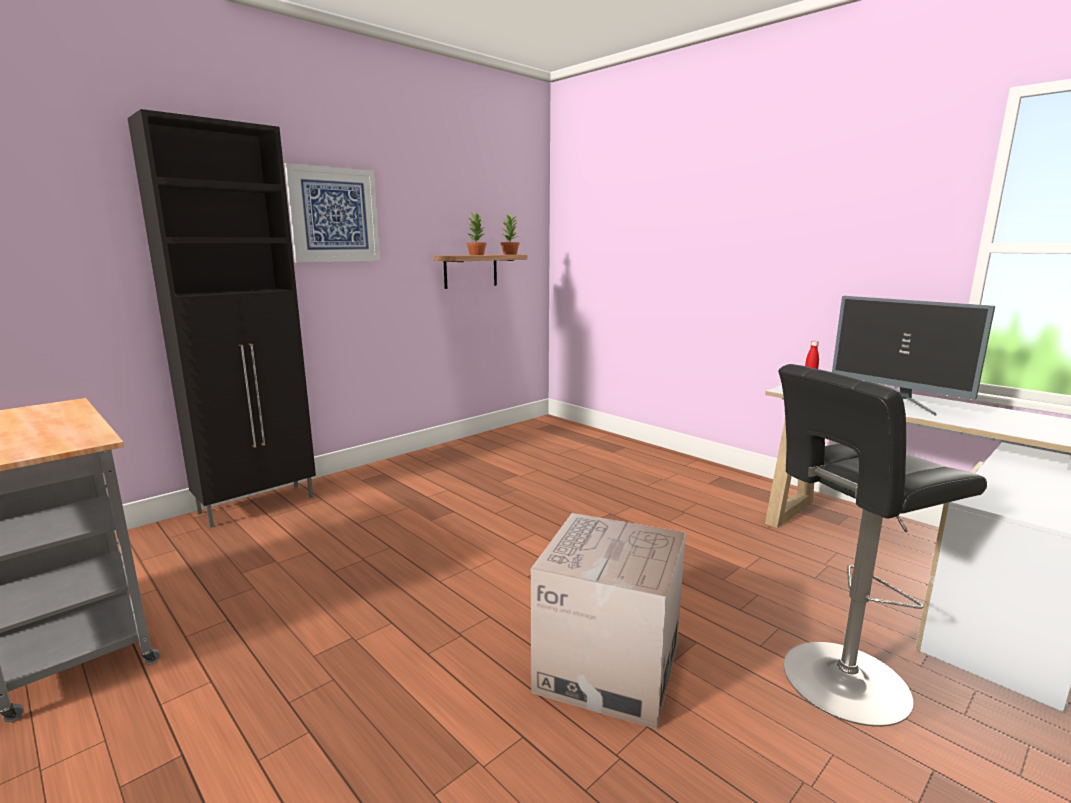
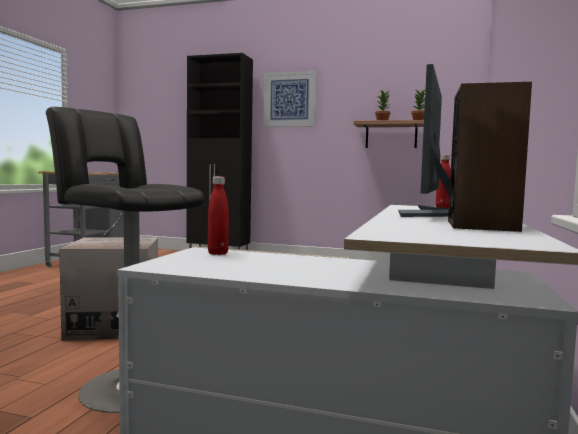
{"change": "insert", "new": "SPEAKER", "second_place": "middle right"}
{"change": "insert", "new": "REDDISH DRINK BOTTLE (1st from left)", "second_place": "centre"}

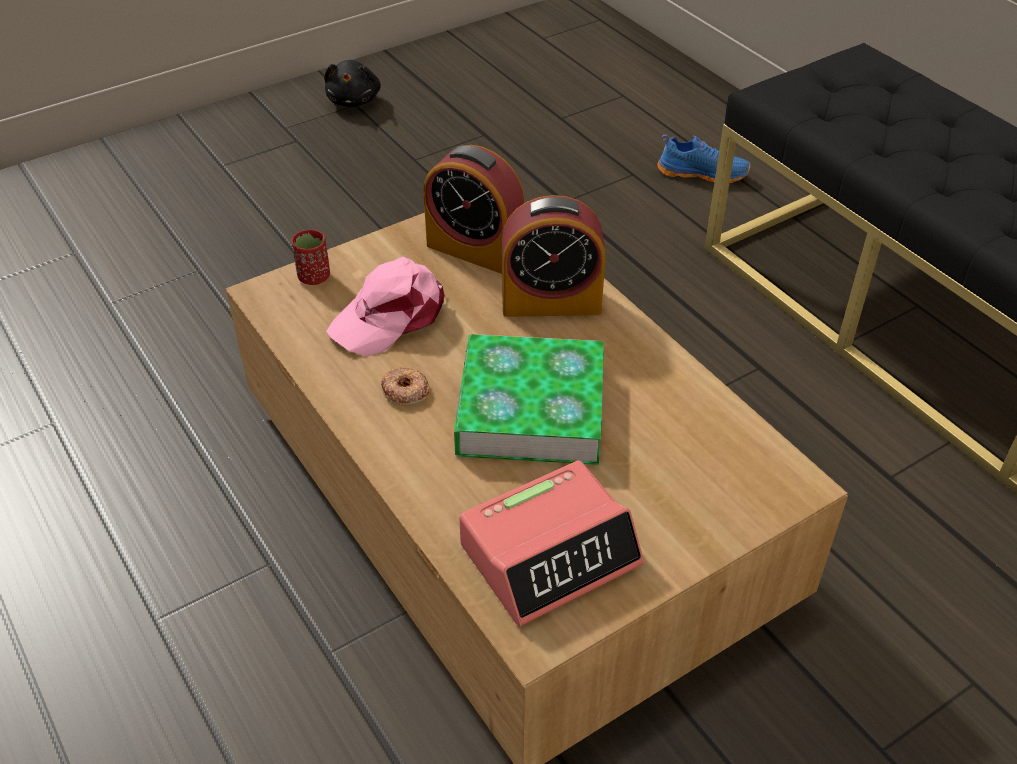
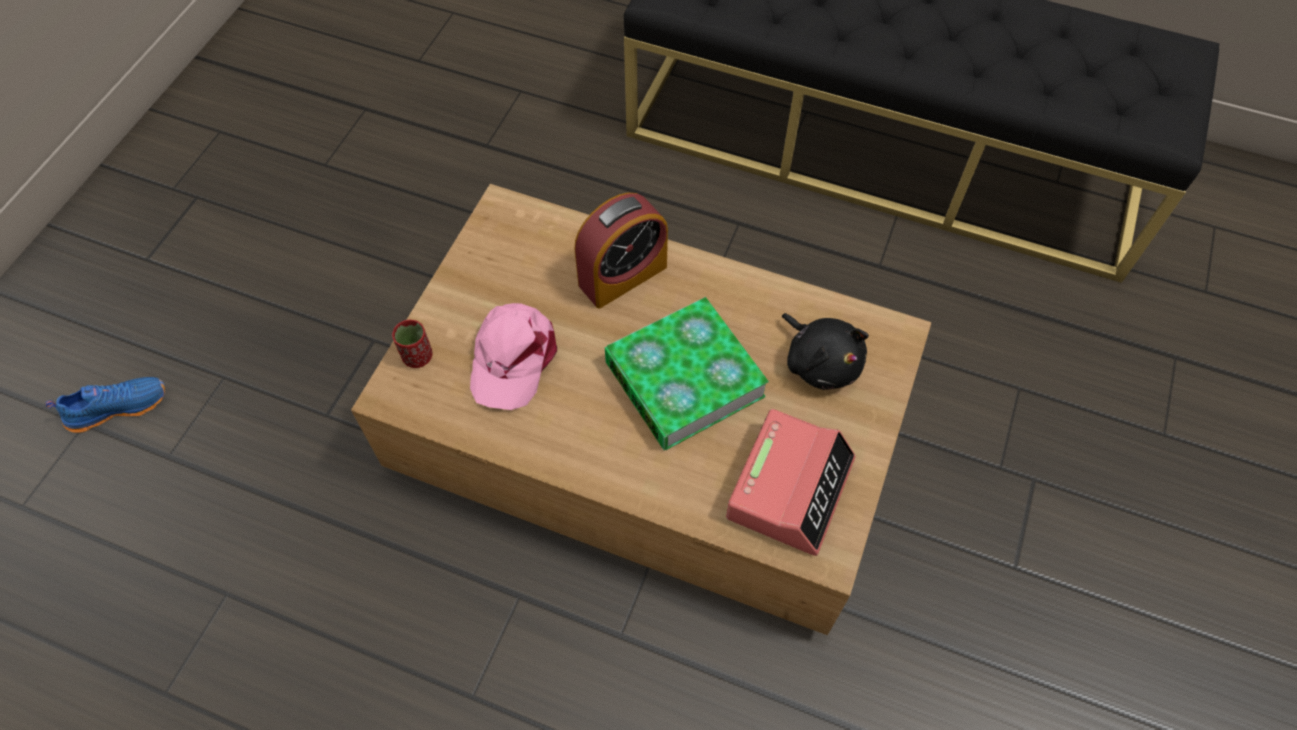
{"change": "move", "old": "BLACKISH PLUSH TOY", "first_place": "top centre", "second_place": "centre"}
{"change": "move", "old": "BLUE-COLOURED LOW SHOE", "first_place": "top right", "second_place": "middle left"}
{"change": "delete", "old": "BEDSIDE CLOCK (1st from left)", "first_place": "top centre"}
{"change": "delete", "old": "DONUT", "first_place": "centre"}

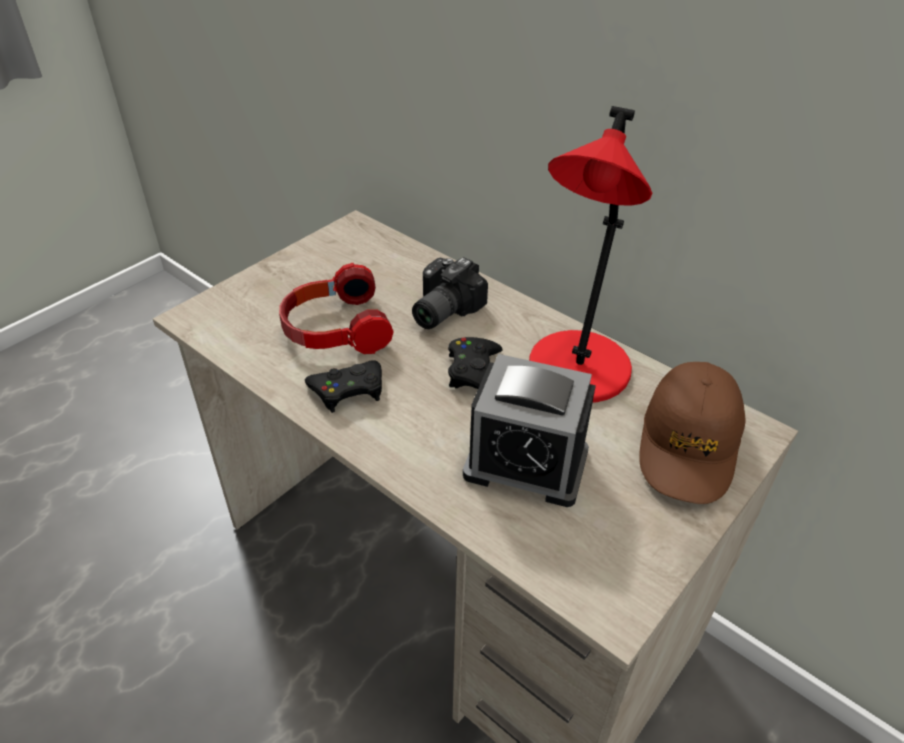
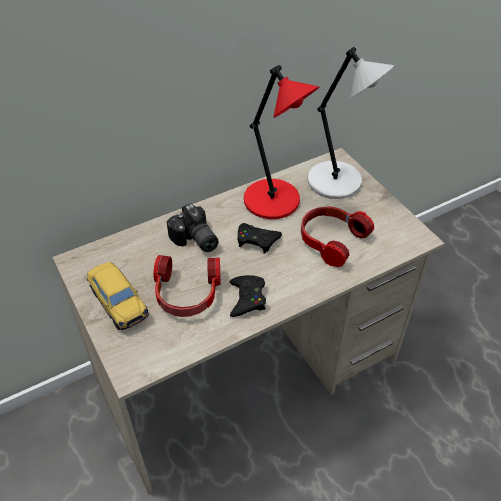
{"change": "replace", "old": "BEDSIDE CLOCK", "new": "PAIR OF HEADPHONES (2nd from left)", "first_place": "centre", "second_place": "middle right"}
{"change": "replace", "old": "BROWNISH BASEBALL CAP", "new": "GREYISH LAMP FOR A TABLE", "first_place": "middle right", "second_place": "top right"}
{"change": "insert", "new": "MINIATURE CAR", "second_place": "middle left"}

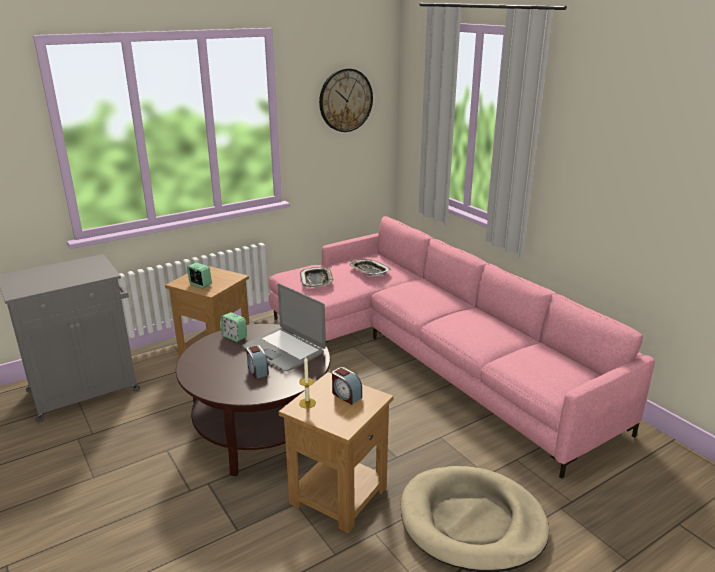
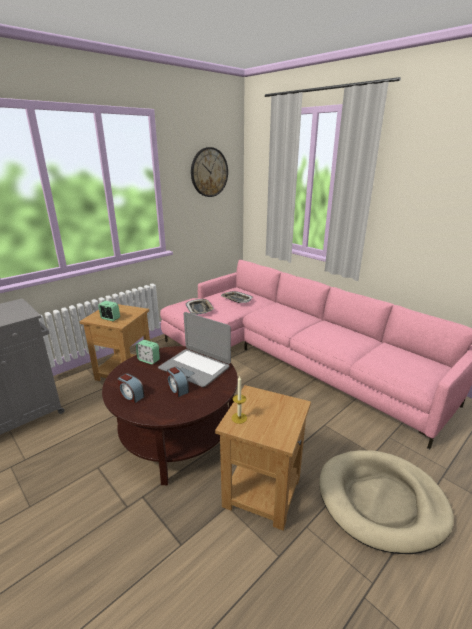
{"change": "move", "old": "BEDSIDE CLOCK (4th from left in the first image)", "new": "BEDSIDE CLOCK (2nd from left)", "first_place": "bottom centre", "second_place": "middle left"}

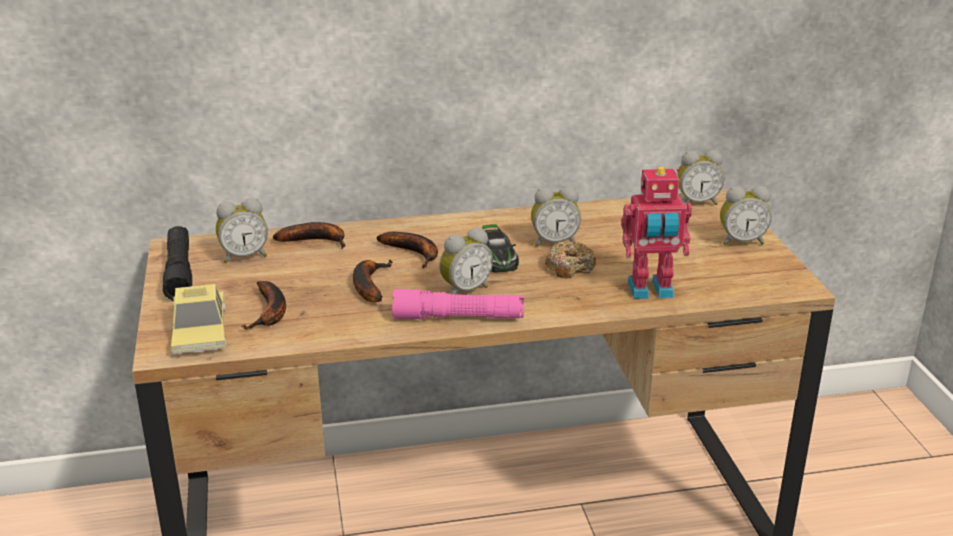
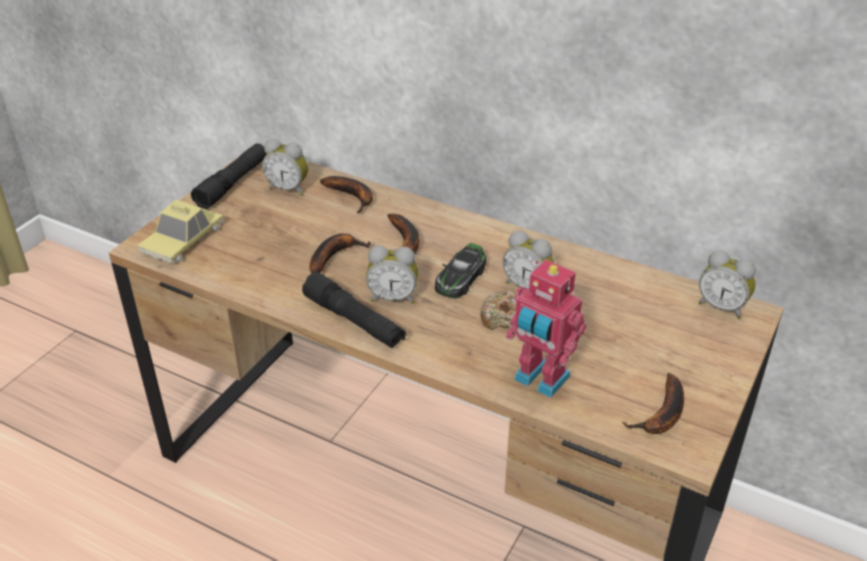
{"change": "delete", "old": "BEDSIDE CLOCK (5th from left)", "first_place": "middle right"}
{"change": "move", "old": "BANANA (1st from left in the first image)", "new": "BANANA (4th from left)", "first_place": "middle left", "second_place": "bottom right"}
{"change": "recolor", "old": "PINK TORCH", "new": "BLACKISH TORCH (2nd from left)", "first_place": "centre", "second_place": "centre"}

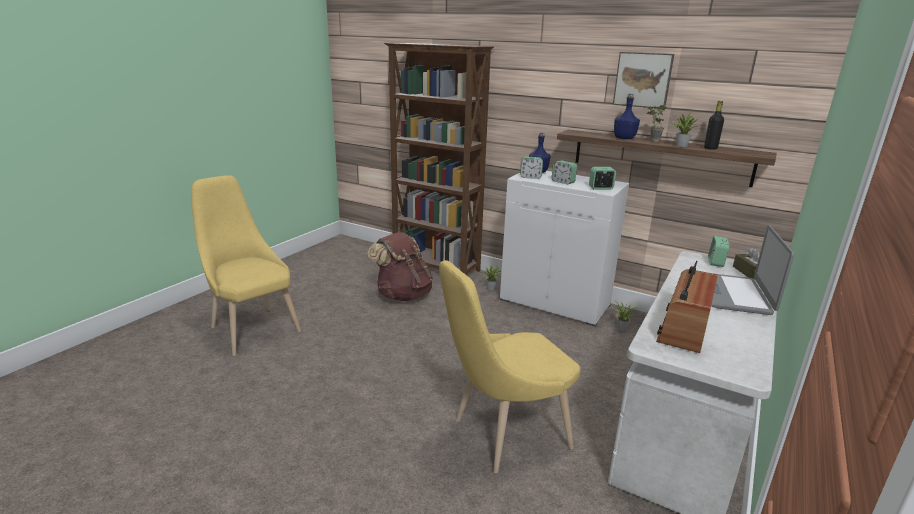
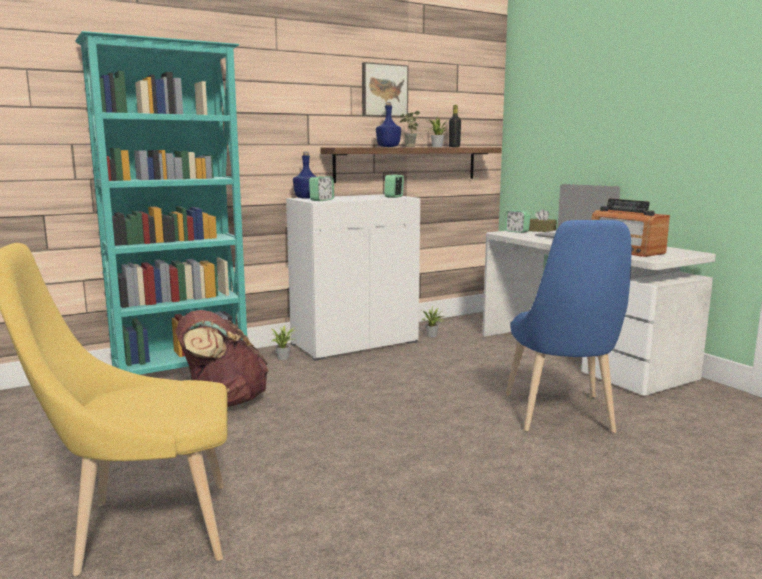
{"change": "recolor", "old": "BROWNISH BOOKSHELF", "new": "TURQUOISE-COLOURED BOOKSHELF", "first_place": "top centre", "second_place": "middle left"}
{"change": "delete", "old": "BEDSIDE CLOCK (2nd from left)", "first_place": "centre"}
{"change": "recolor", "old": "YELLOW UPRIGHT CHAIR (2nd from left)", "new": "BLUE-COLOURED UPRIGHT CHAIR", "first_place": "bottom centre", "second_place": "middle right"}

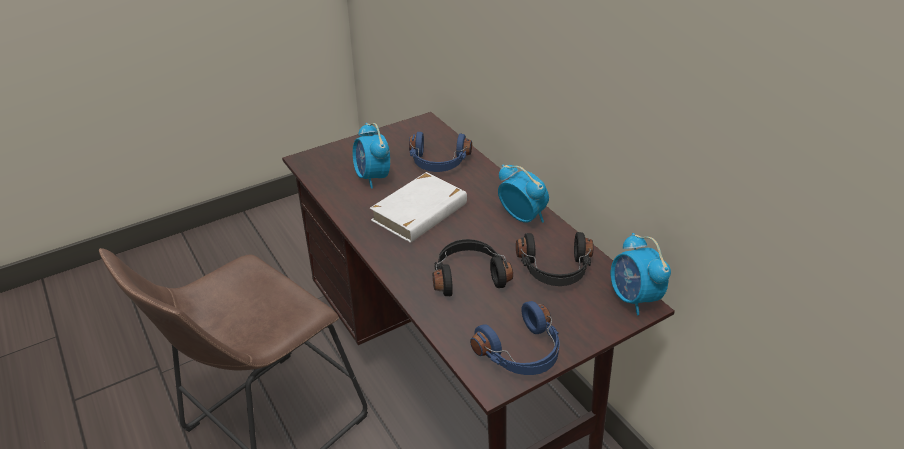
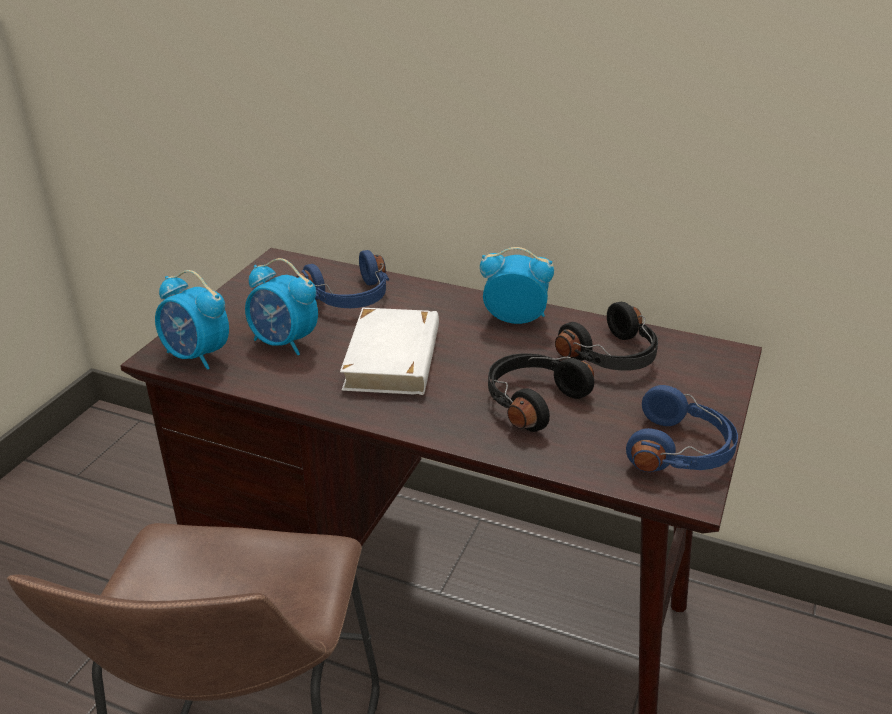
{"change": "move", "old": "BEDSIDE CLOCK (3rd from left in the first image)", "new": "BEDSIDE CLOCK (1st from left)", "first_place": "middle right", "second_place": "middle left"}

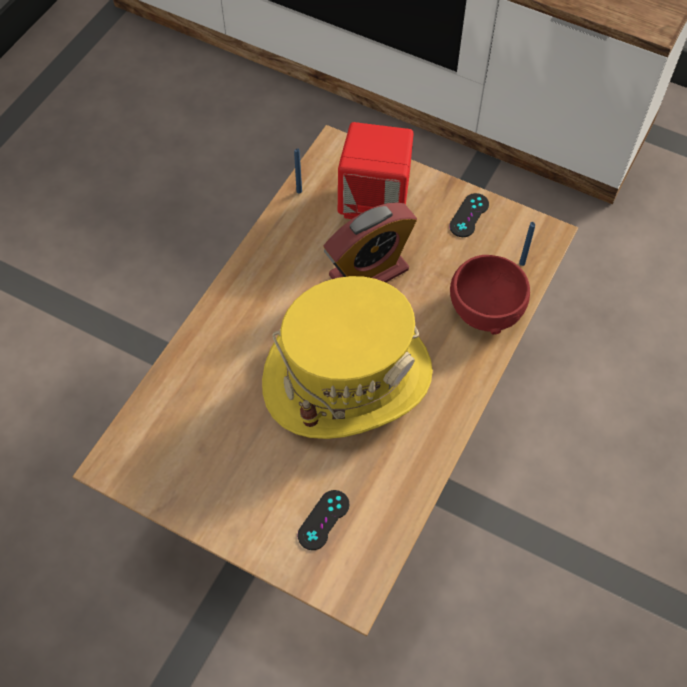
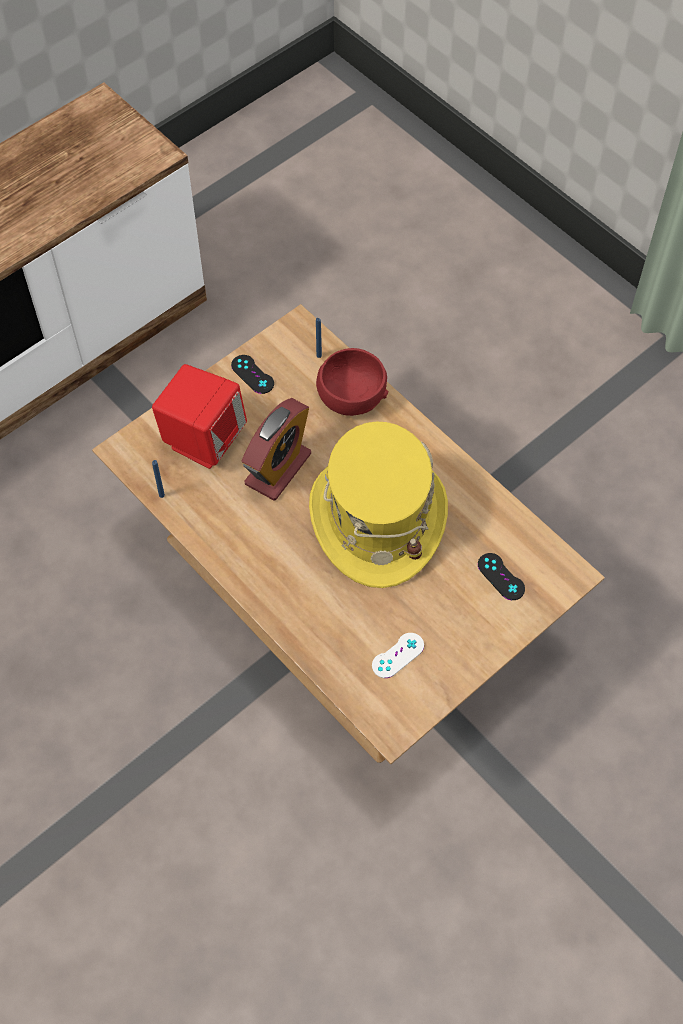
{"change": "rotate", "old": "BEDSIDE CLOCK", "first_place": "centre", "second_place": "centre", "degrees": 45}
{"change": "insert", "new": "WHITE GAME CONTROLLER", "second_place": "centre"}

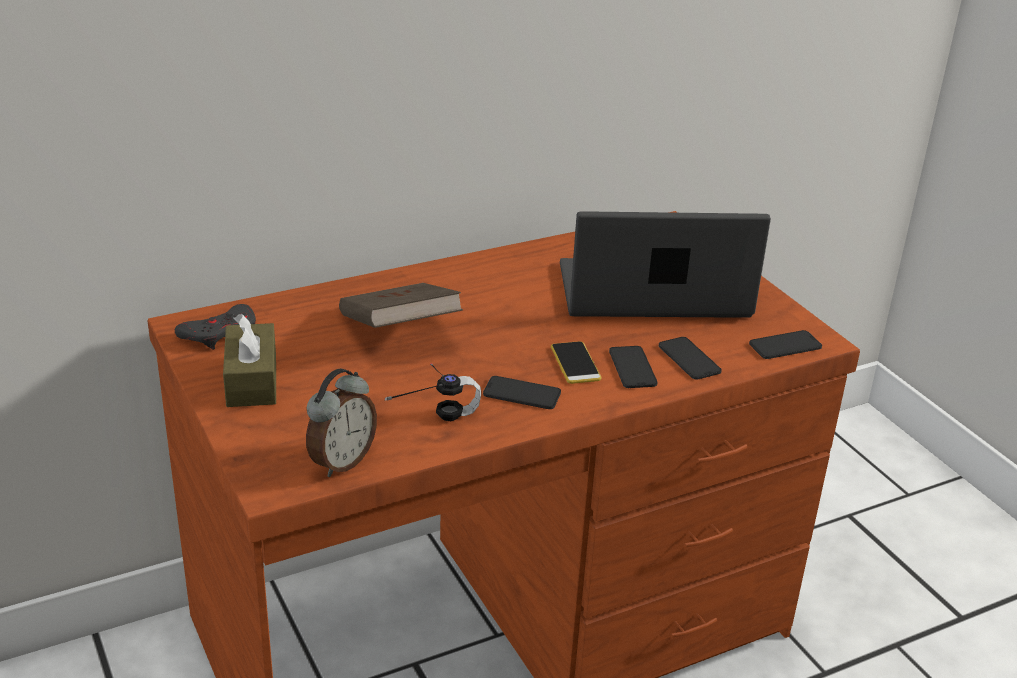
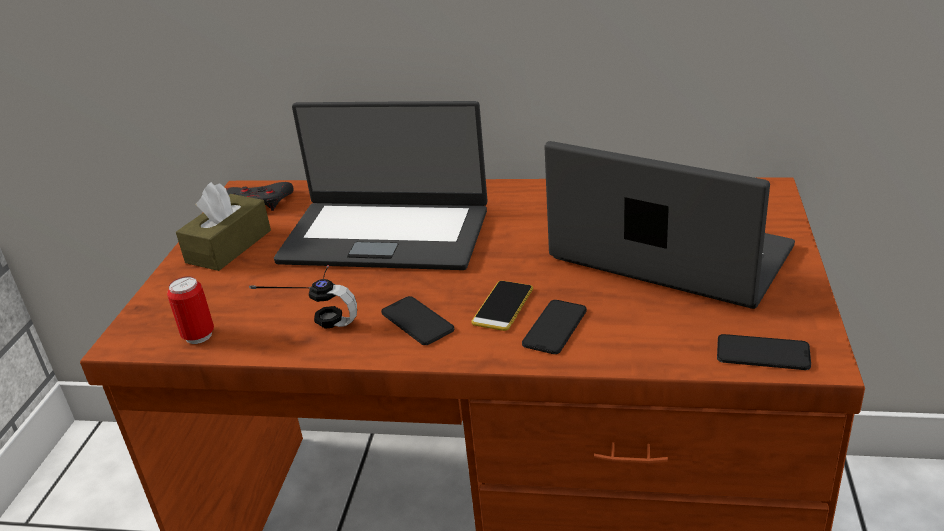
{"change": "replace", "old": "BROWNISH BOOK", "new": "NOTEBOOK COMPUTER (1st from left)", "first_place": "centre", "second_place": "centre"}
{"change": "delete", "old": "PHONE (4th from left)", "first_place": "middle right"}
{"change": "replace", "old": "BEDSIDE CLOCK", "new": "METAL CAN", "first_place": "centre", "second_place": "middle left"}

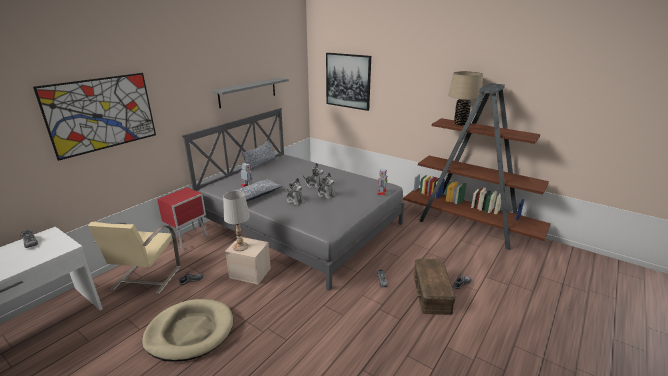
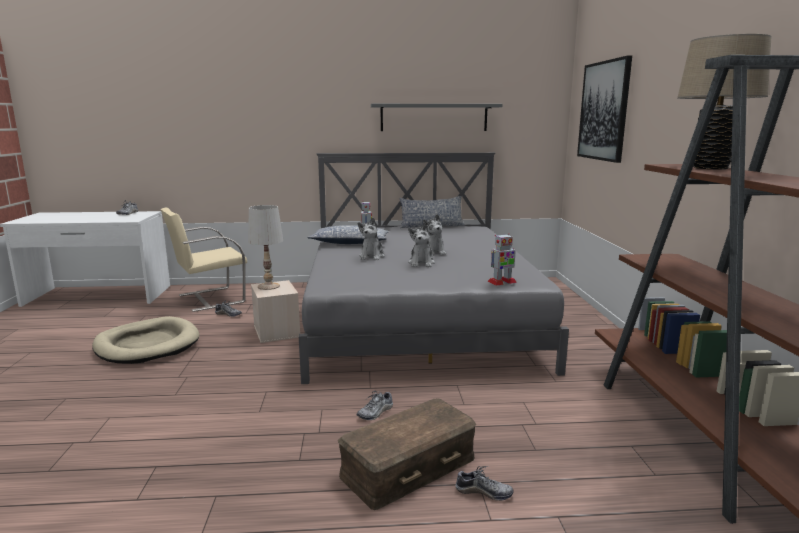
{"change": "delete", "old": "PICTURE (1st from left)", "first_place": "top left"}
{"change": "delete", "old": "REDDISH NIGHT TABLE", "first_place": "middle left"}

